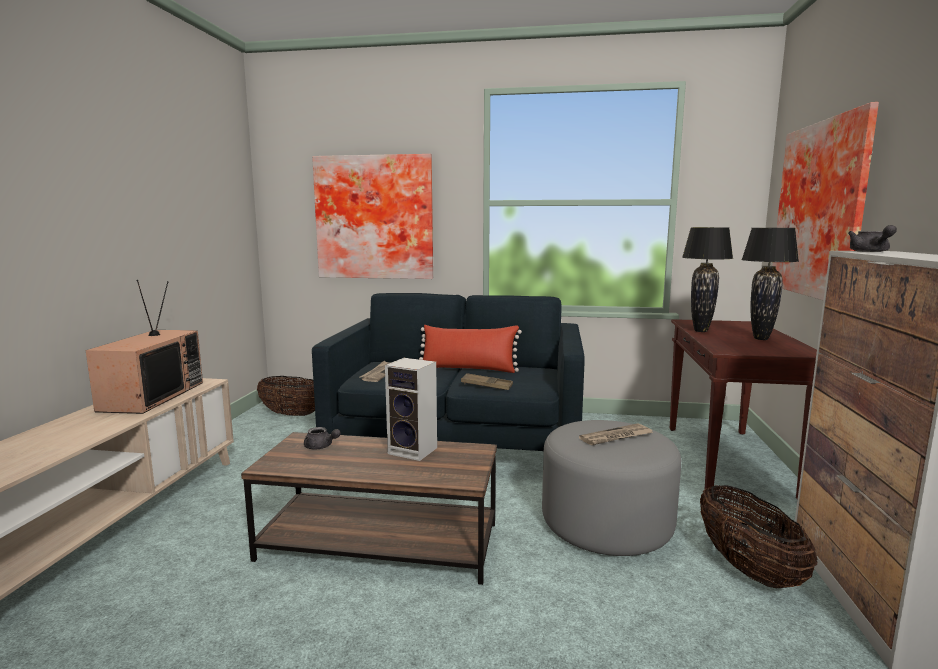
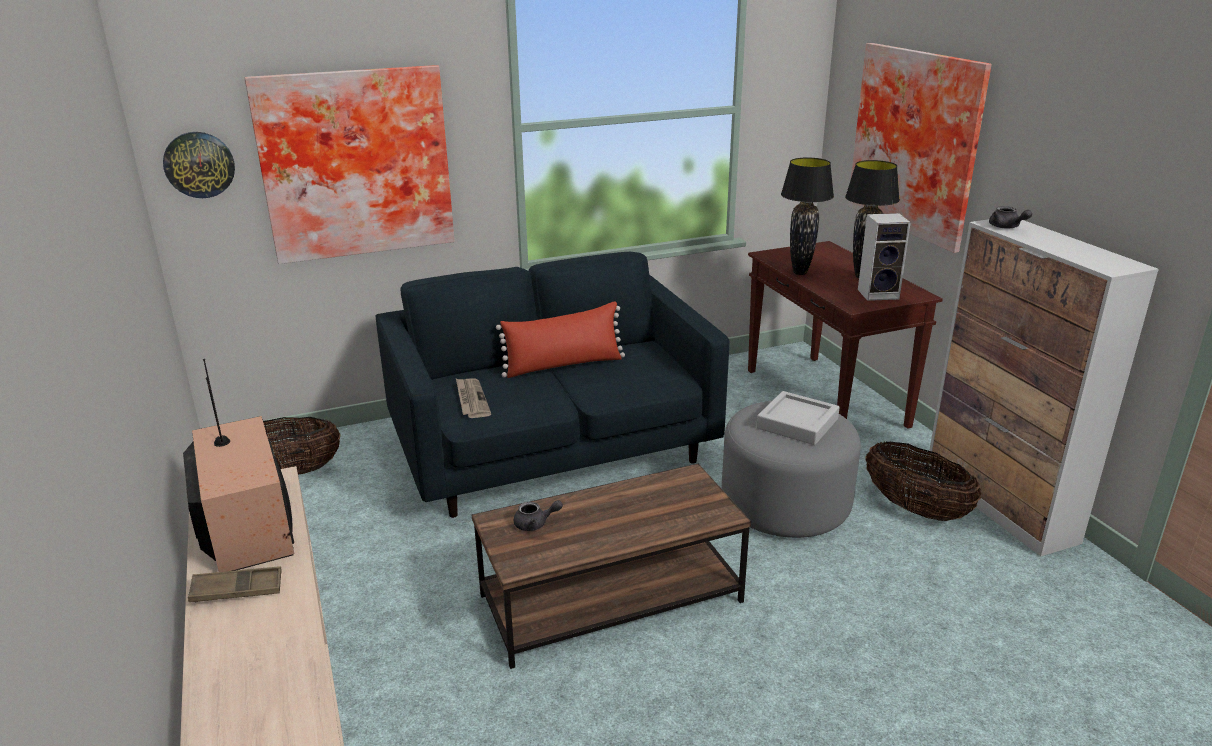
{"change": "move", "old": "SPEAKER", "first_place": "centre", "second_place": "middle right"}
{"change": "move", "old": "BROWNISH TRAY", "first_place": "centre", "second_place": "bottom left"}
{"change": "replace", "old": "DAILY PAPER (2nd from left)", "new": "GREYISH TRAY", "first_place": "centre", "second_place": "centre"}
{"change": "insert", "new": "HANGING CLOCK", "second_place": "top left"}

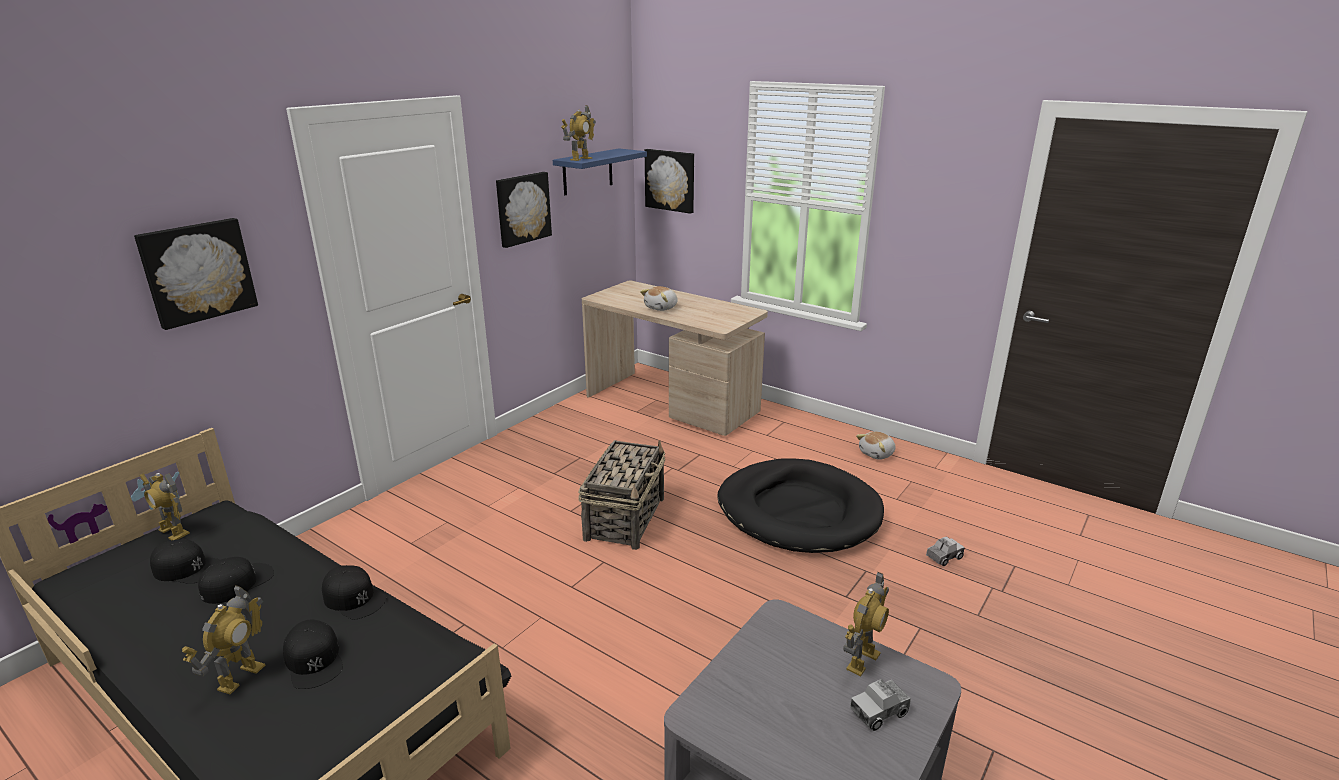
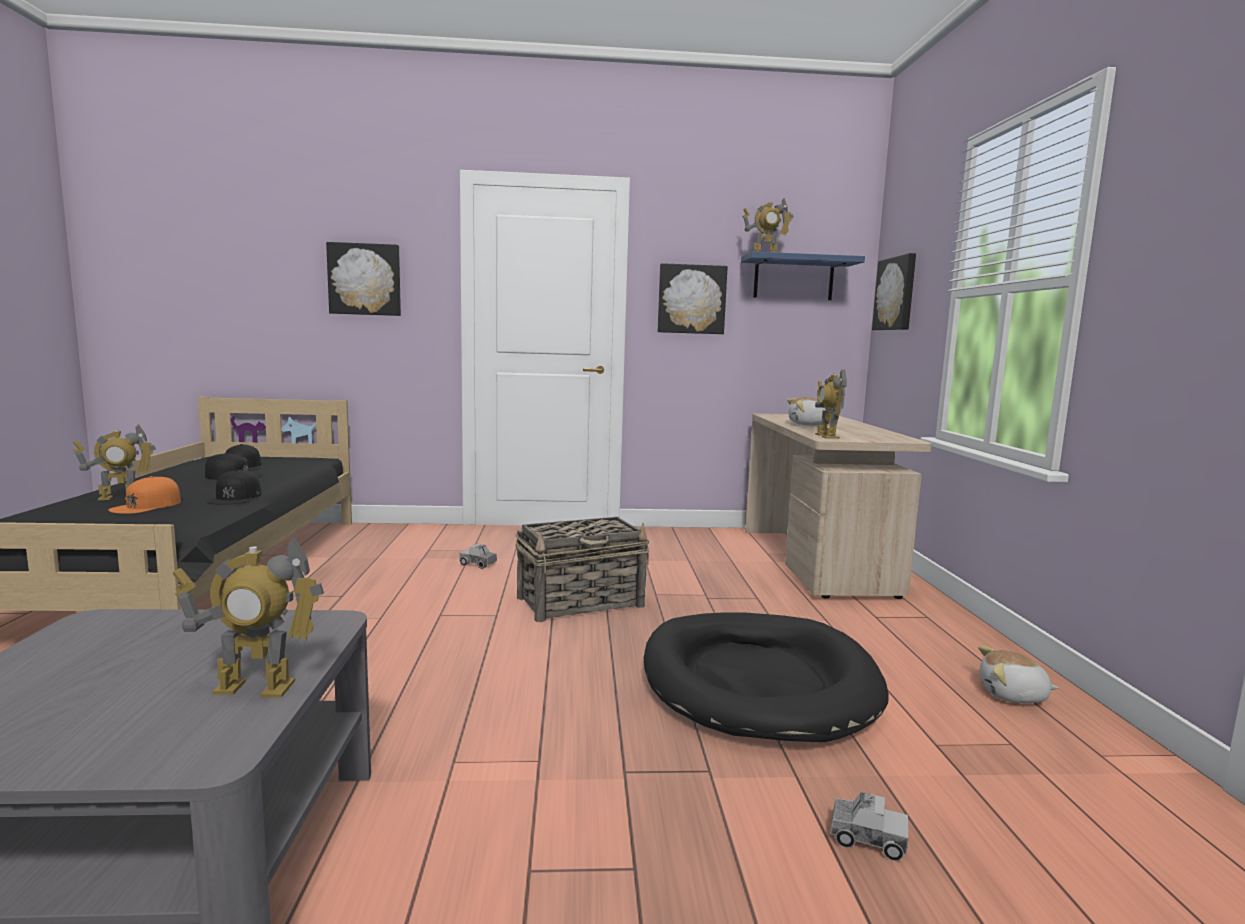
{"change": "move", "old": "TOY ROBOT (1st from left in the first image)", "new": "TOY ROBOT (4th from left)", "first_place": "middle left", "second_place": "middle right"}
{"change": "recolor", "old": "BLACKISH BASEBALL CAP (3rd from left)", "new": "ORANGEY BASEBALL CAP", "first_place": "bottom left", "second_place": "middle left"}
{"change": "move", "old": "TOY TRUCK (1st from left)", "first_place": "bottom centre", "second_place": "centre"}

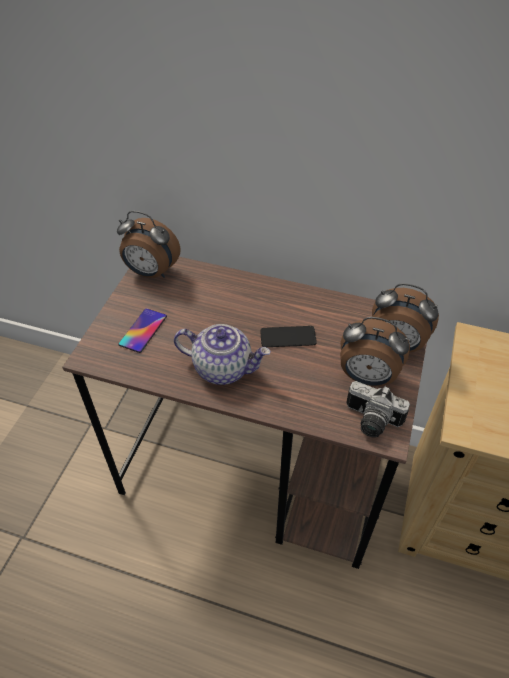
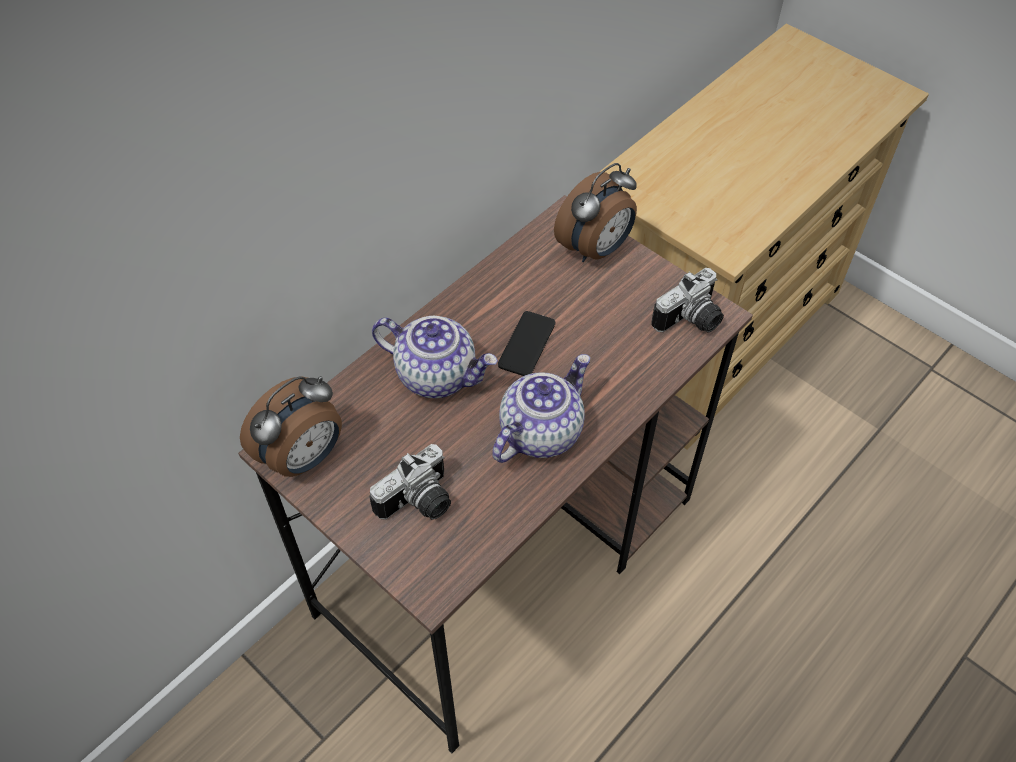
{"change": "replace", "old": "PHONE (1st from left)", "new": "STILL CAMERA (1st from left)", "first_place": "middle left", "second_place": "centre"}
{"change": "delete", "old": "BEDSIDE CLOCK (2nd from left)", "first_place": "middle right"}
{"change": "insert", "new": "TEAPOT (1st from left)", "second_place": "centre"}

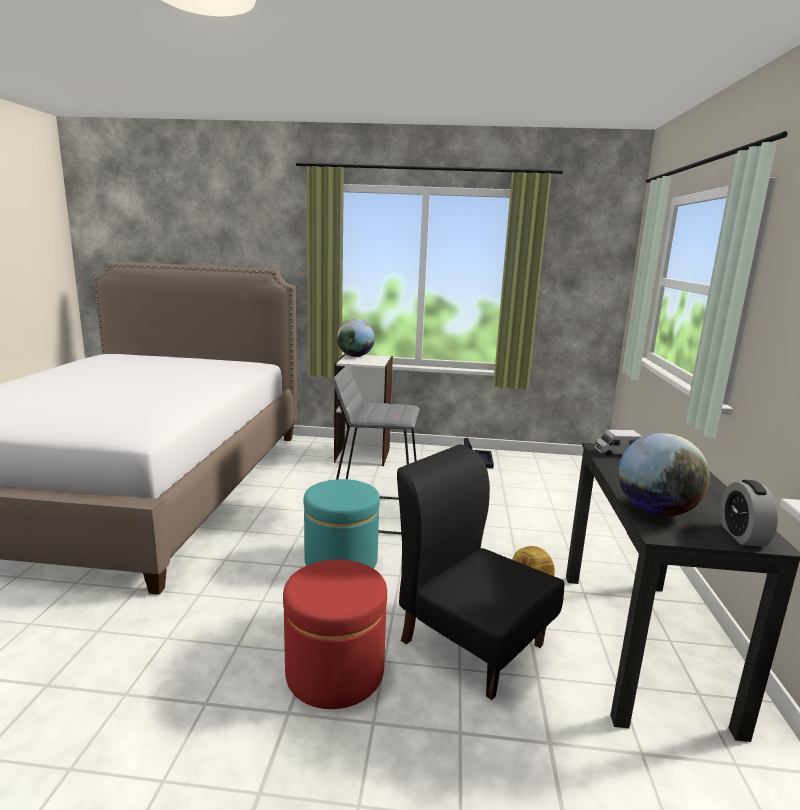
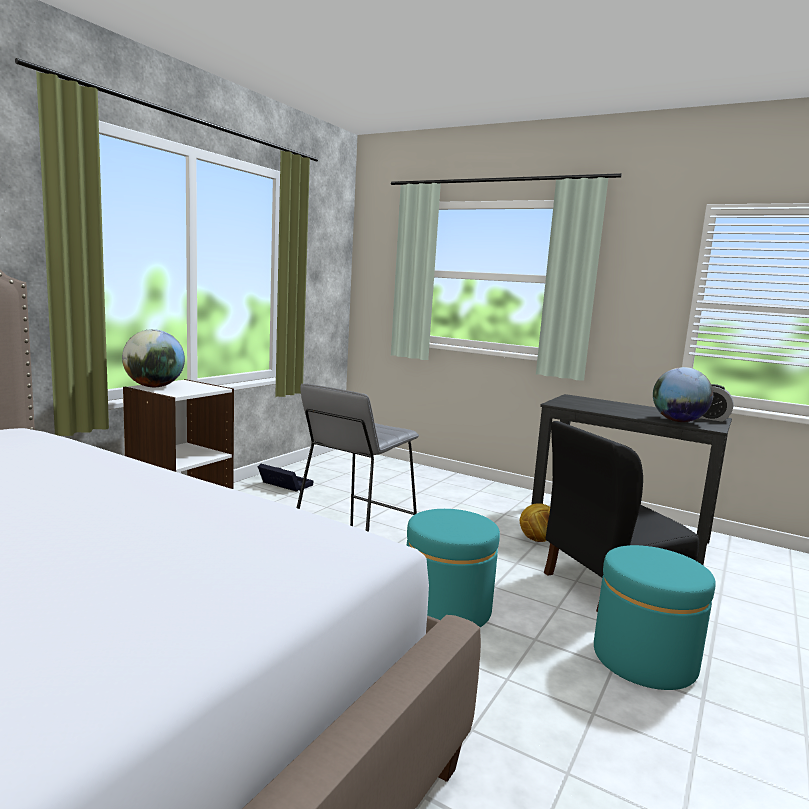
{"change": "delete", "old": "TOY TRUCK", "first_place": "middle right"}
{"change": "recolor", "old": "REDDISH FOOTREST", "new": "TURQUOISE-COLOURED FOOTREST (2nd from left)", "first_place": "bottom centre", "second_place": "bottom right"}

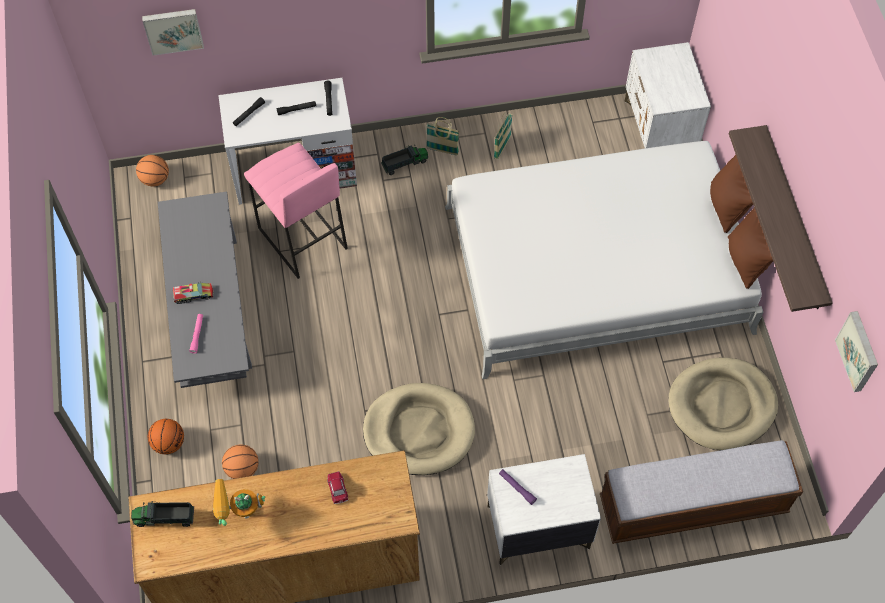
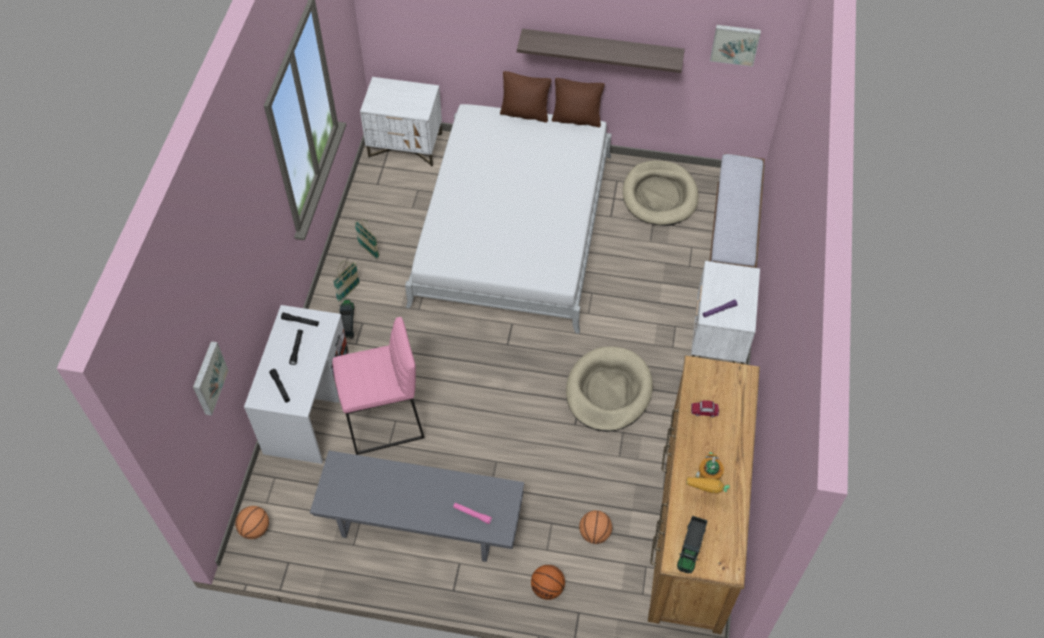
{"change": "delete", "old": "TOY TRUCK (2nd from left)", "first_place": "middle left"}

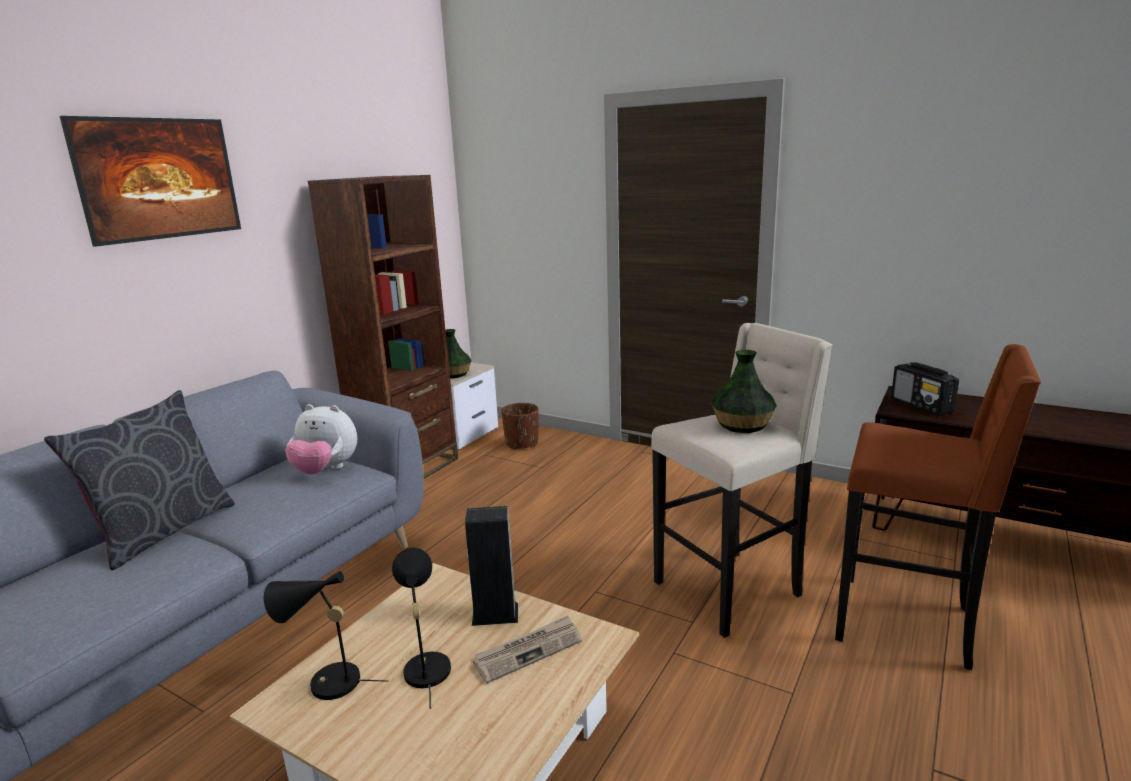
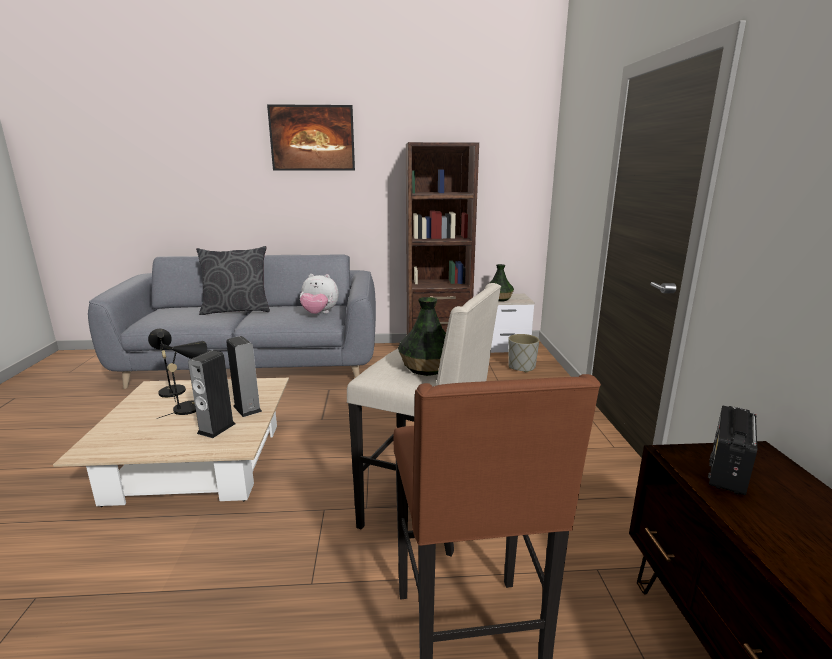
{"change": "recolor", "old": "BROWNISH PLANTER", "new": "GREYISH PLANTER", "first_place": "centre", "second_place": "centre"}
{"change": "rotate", "old": "PLUSH TOY", "first_place": "middle left", "second_place": "centre", "degrees": -60}
{"change": "replace", "old": "DAILY PAPER", "new": "SPEAKER (1st from left)", "first_place": "bottom centre", "second_place": "middle left"}

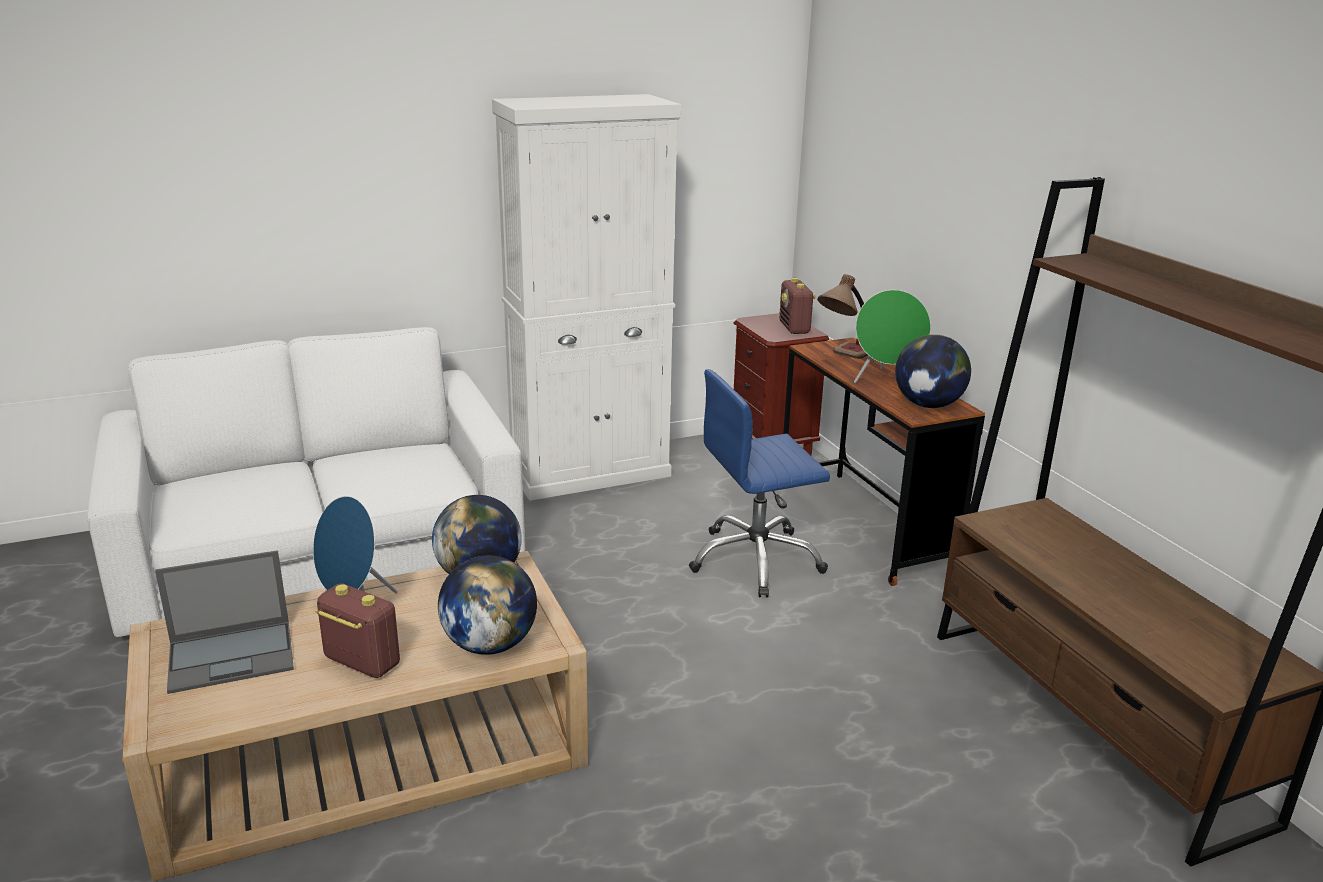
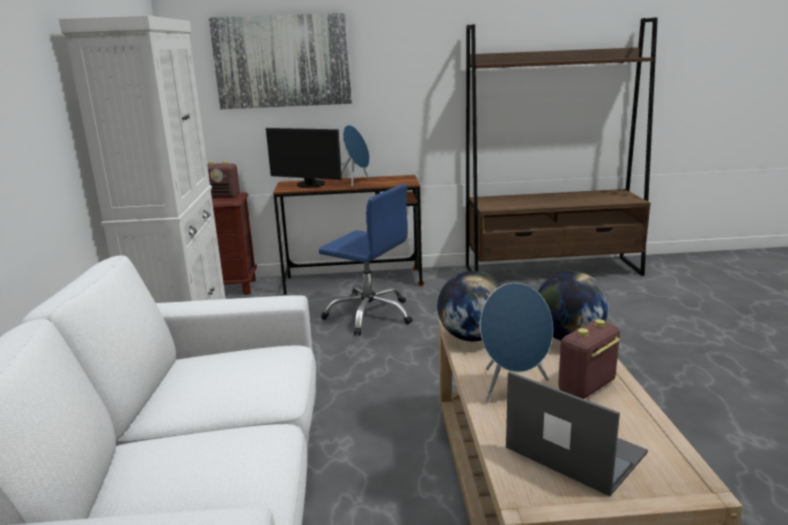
{"change": "replace", "old": "LAMP FOR A TABLE", "new": "COMPUTER SCREEN", "first_place": "centre", "second_place": "top centre"}
{"change": "recolor", "old": "GREEN-COLOURED SPEAKER", "new": "BLUE-COLOURED SPEAKER (1st from left)", "first_place": "middle right", "second_place": "top centre"}
{"change": "delete", "old": "DESK GLOBE (3rd from left)", "first_place": "middle right"}
{"change": "rotate", "old": "BLUE-COLOURED COMPUTER CHAIR", "first_place": "centre", "second_place": "centre", "degrees": -60}
{"change": "rotate", "old": "NOTEBOOK COMPUTER", "first_place": "bottom left", "second_place": "bottom right", "degrees": -45}
{"change": "insert", "new": "PICTURE", "second_place": "top centre"}

